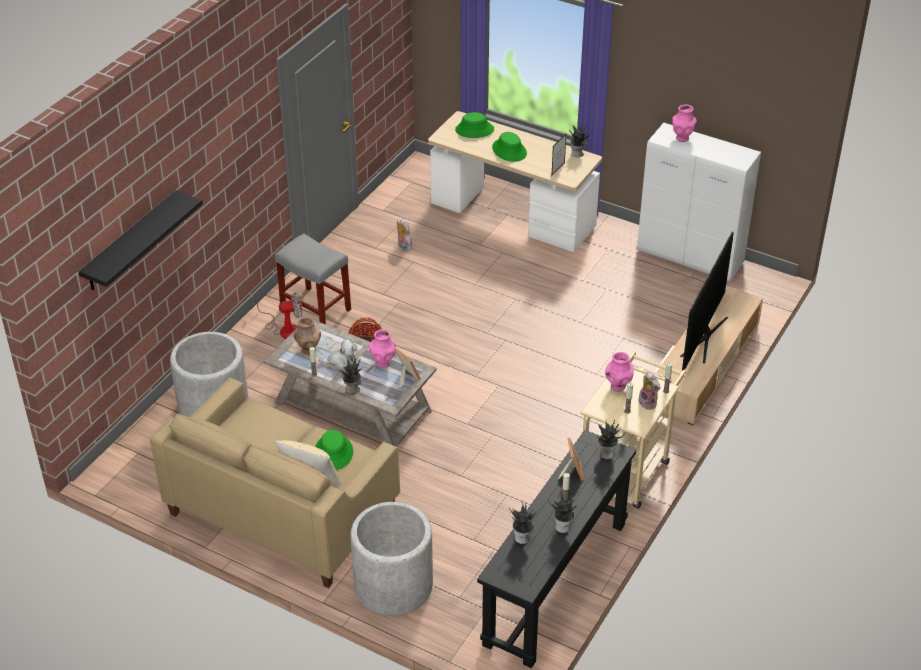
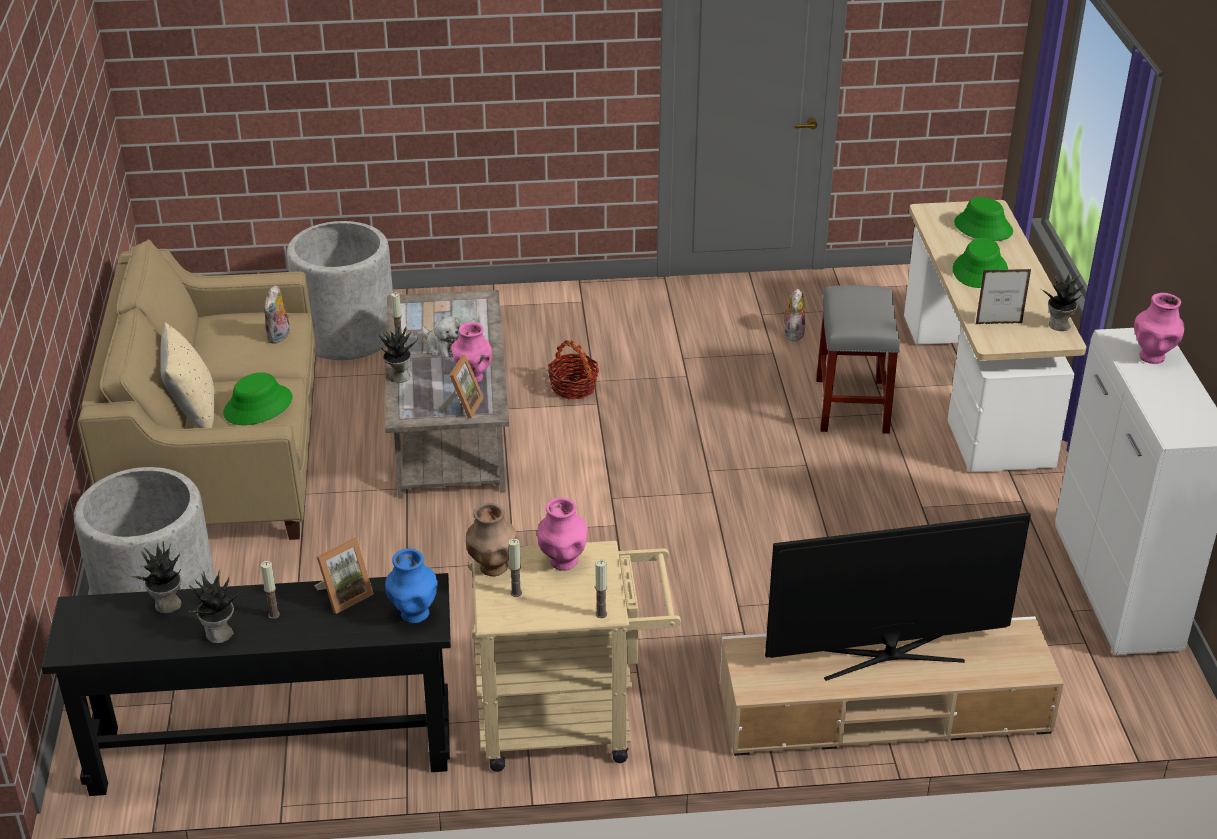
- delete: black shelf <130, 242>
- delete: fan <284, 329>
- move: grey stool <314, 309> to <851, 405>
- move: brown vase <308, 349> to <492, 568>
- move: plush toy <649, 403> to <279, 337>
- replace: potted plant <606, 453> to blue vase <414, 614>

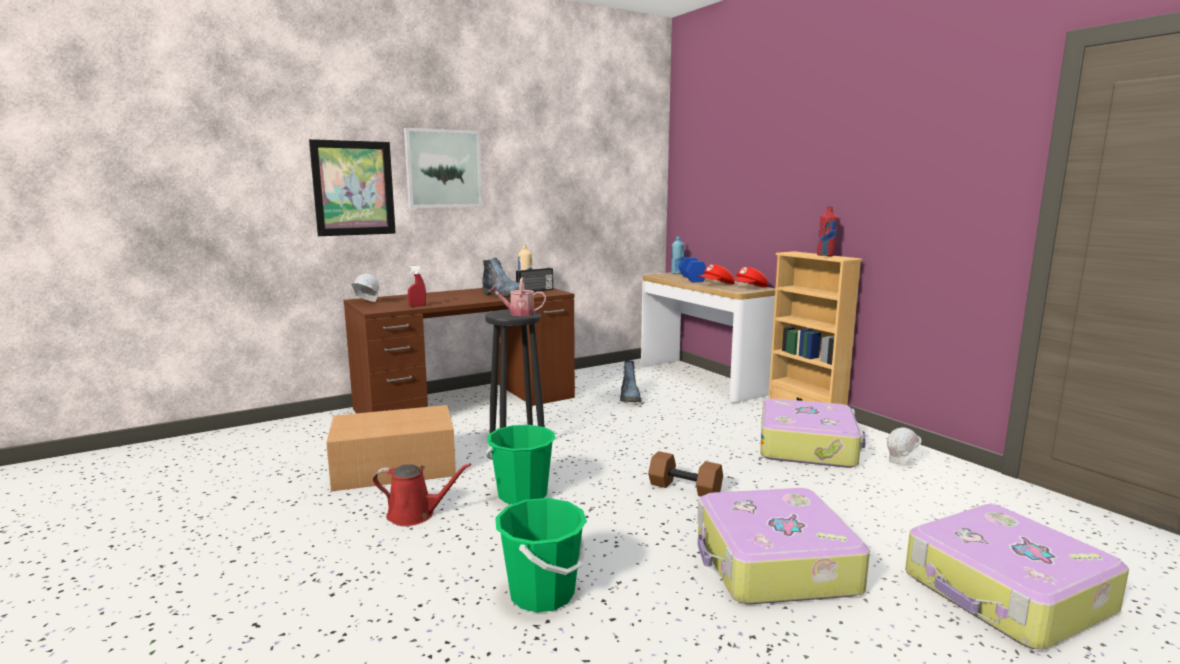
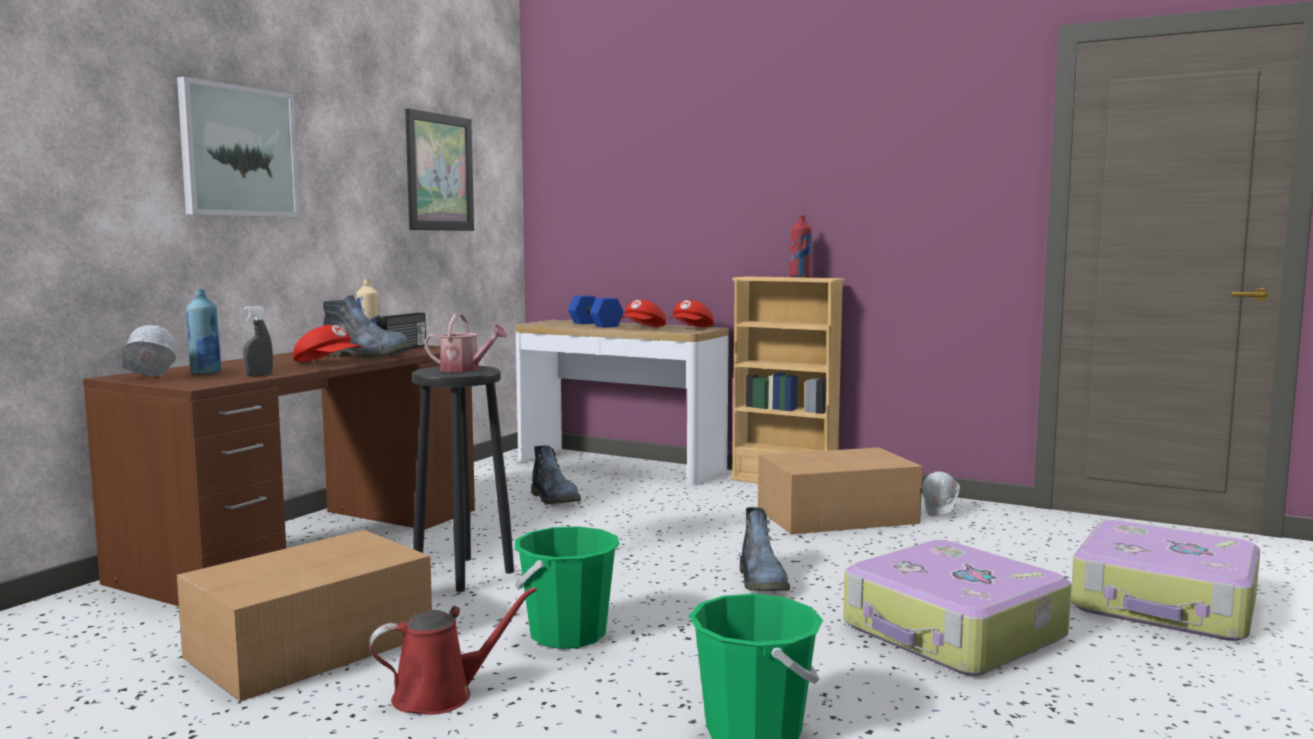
- insert: red cap <328, 363>
- move: picture <353, 188> to <440, 172>
- move: blue bottle <677, 273> to <205, 372>
- replace: brown dumbbell <686, 488> to boot <763, 582>
- replace: suitcase <808, 447> to cardboard box <834, 516>
- recolor: red spray bottle <417, 306> to grey spray bottle <259, 375>
- rotate: watering can <518, 313> = <465, 369> 135 degrees counterclockwise

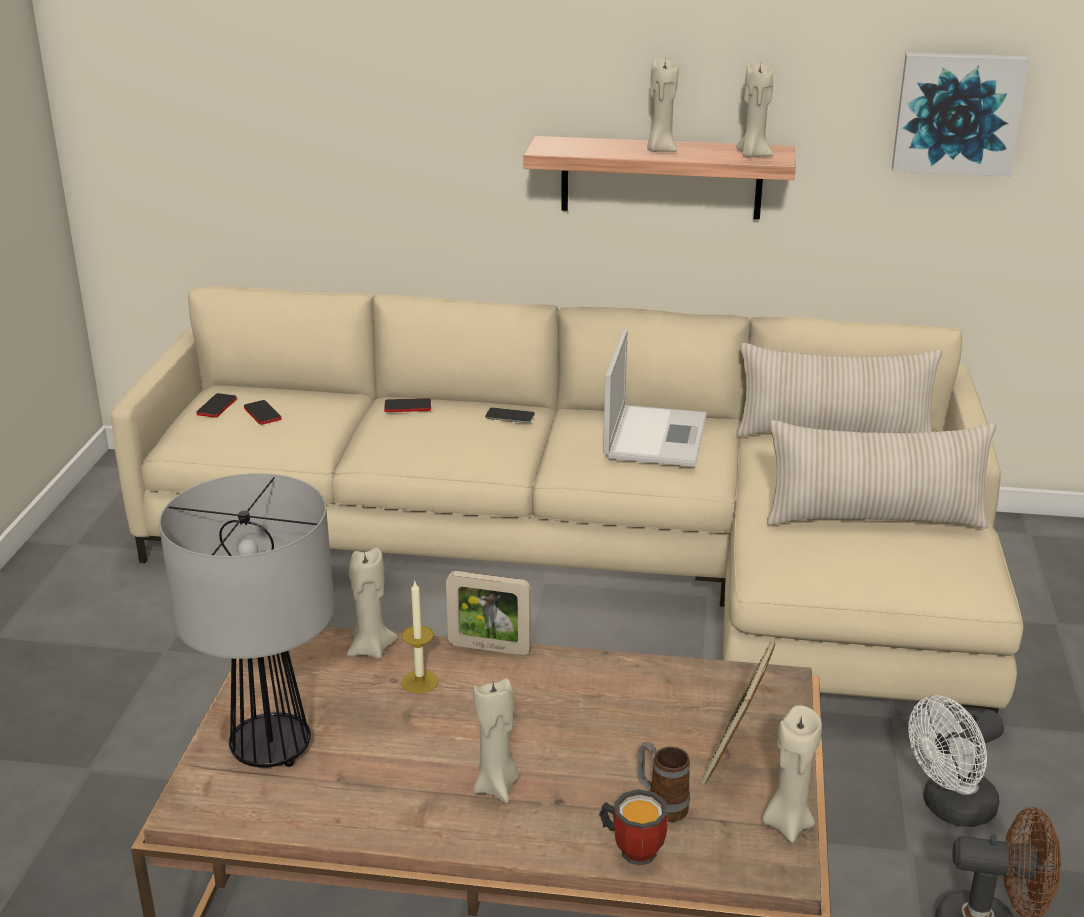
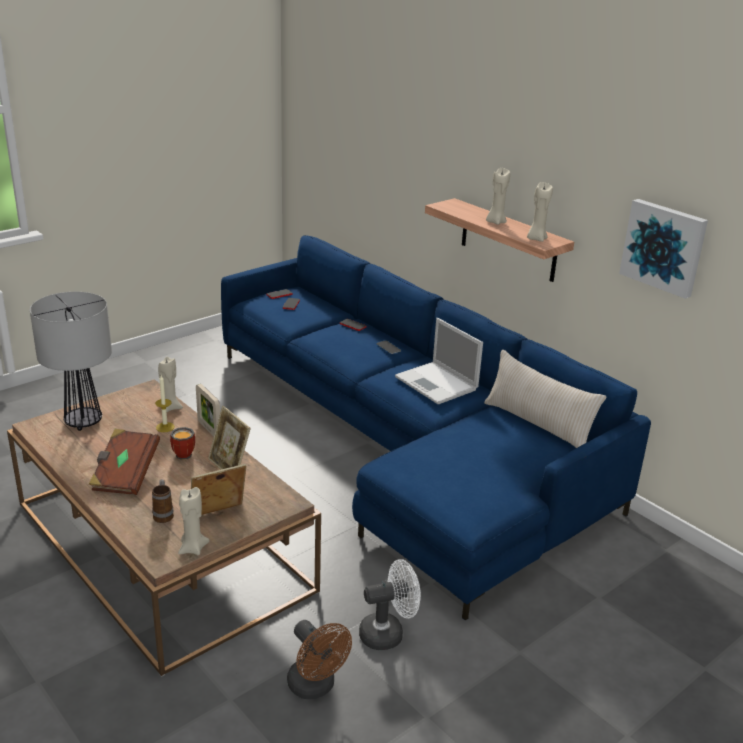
- delete: beige pillow <874, 518>
- insert: picture frame <229, 467>
- move: mug <633, 847> to <184, 453>
- replace: beige candle <497, 786> to brown book <125, 474>
- recolor: beige sofa <594, 560> to blue sofa <405, 444>
- rotate: laptop <655, 435> = <437, 384> 90 degrees clockwise
- rotate: white fan <950, 808> = <388, 633> 150 degrees clockwise

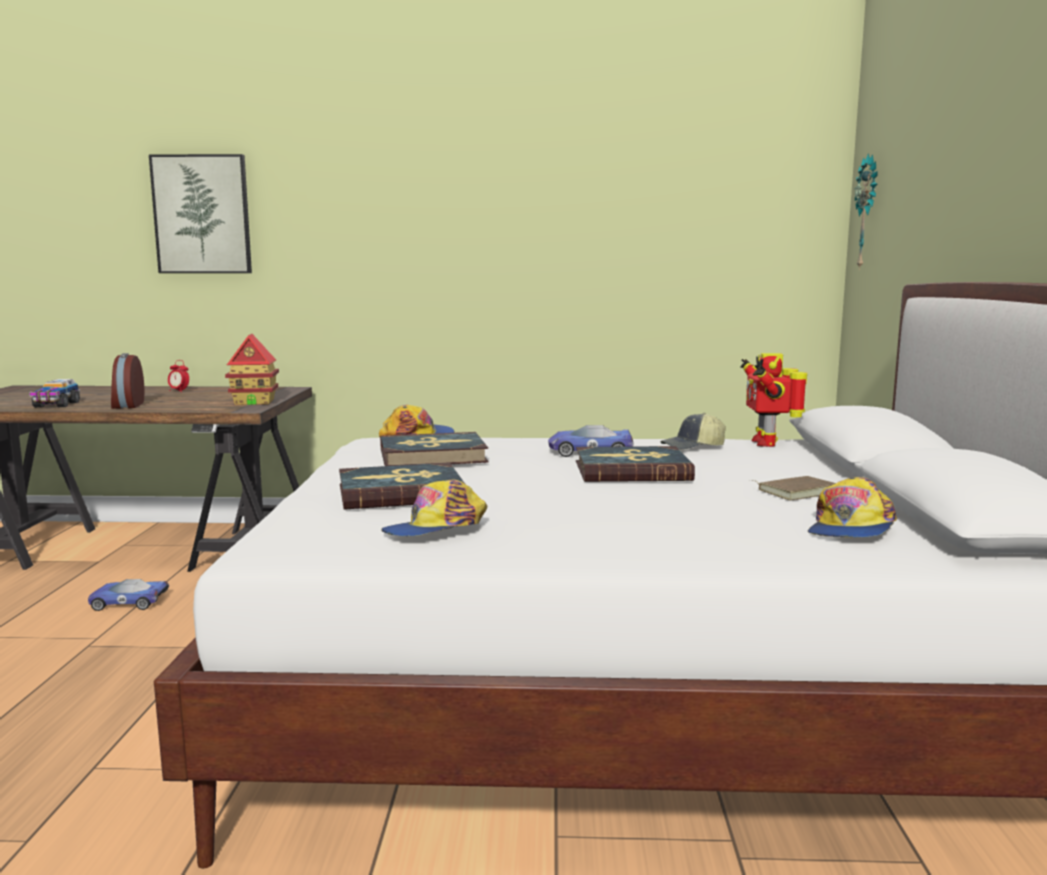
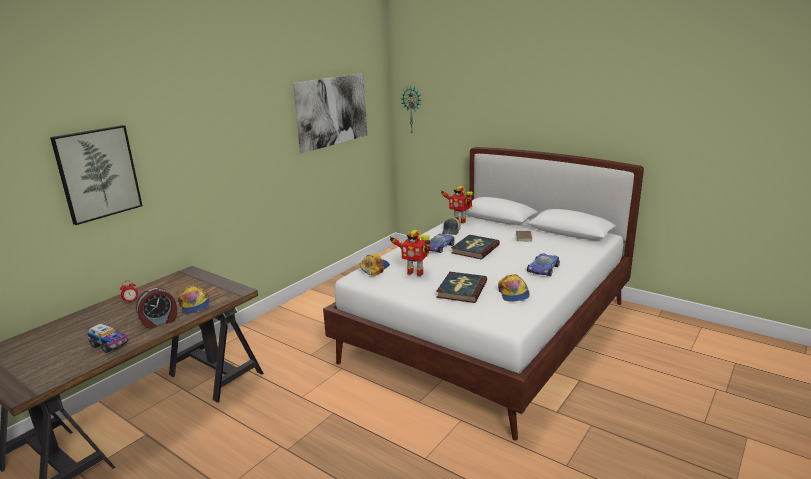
- delete: toy house <254, 402>
- insert: picture <332, 111>
- move: toy car <128, 602> to <543, 269>
- move: cap <850, 528> to <194, 305>
- replace: book <432, 455> to toy robot <415, 272>
- rotate: alarm clock <127, 405> = <160, 322> 60 degrees counterclockwise

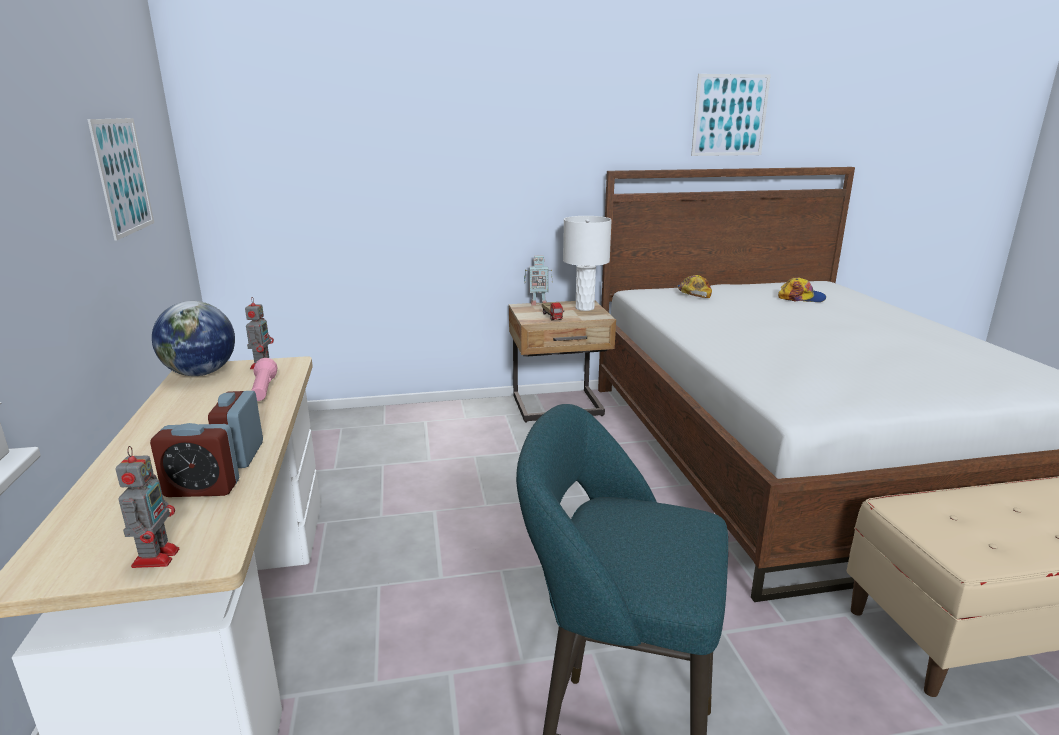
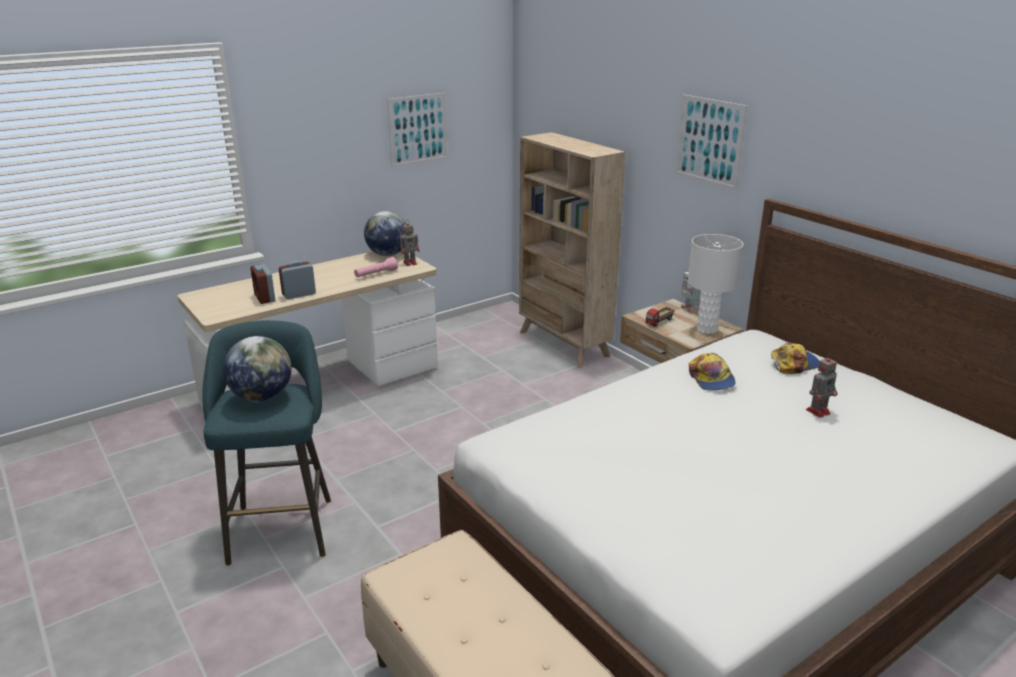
- insert: globe <262, 397>
- insert: beige bookcase <563, 344>
- move: toy robot <157, 556> to <818, 411>
- move: picture <730, 115> to <709, 141>
- move: cap <801, 298> to <711, 379>

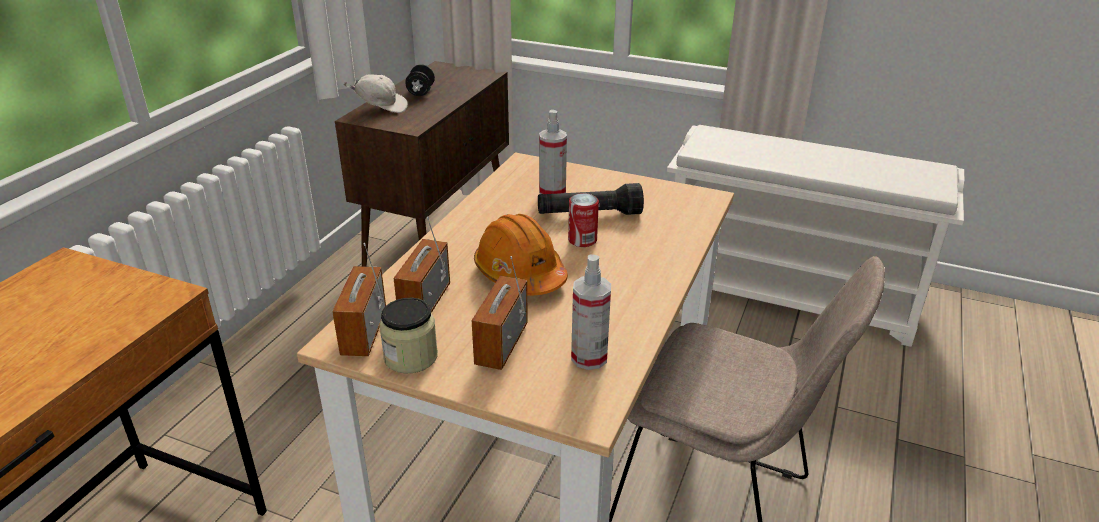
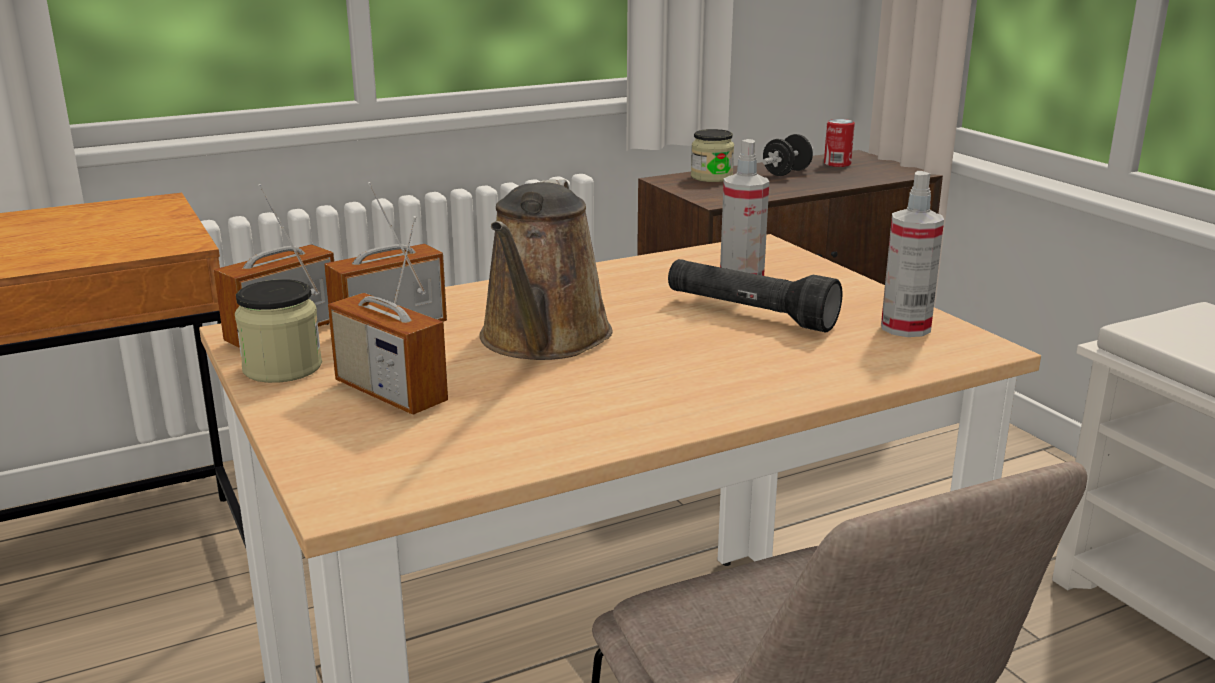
- move: can <582, 240> to <837, 164>
- move: spray bottle <589, 357> to <905, 328>
- replace: white cap <381, 107> to jar <711, 177>
- replace: orange hard hat <520, 274> to brown watering can <543, 340>
- rotate: radio <501, 344> = <390, 393> 105 degrees counterclockwise

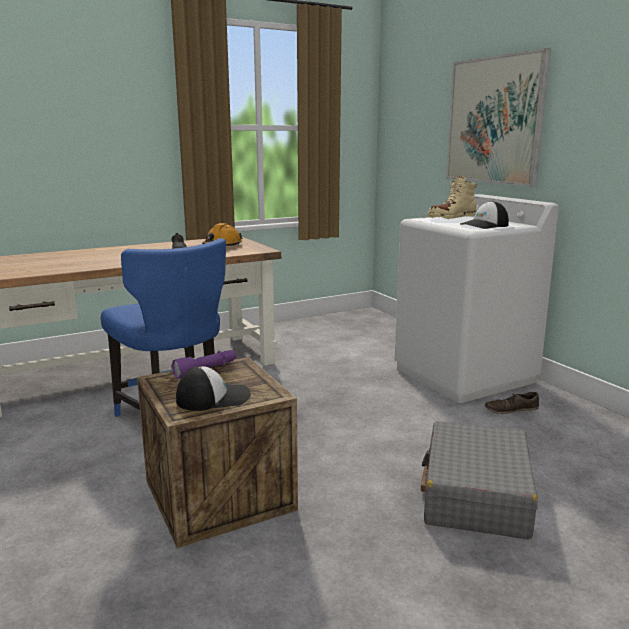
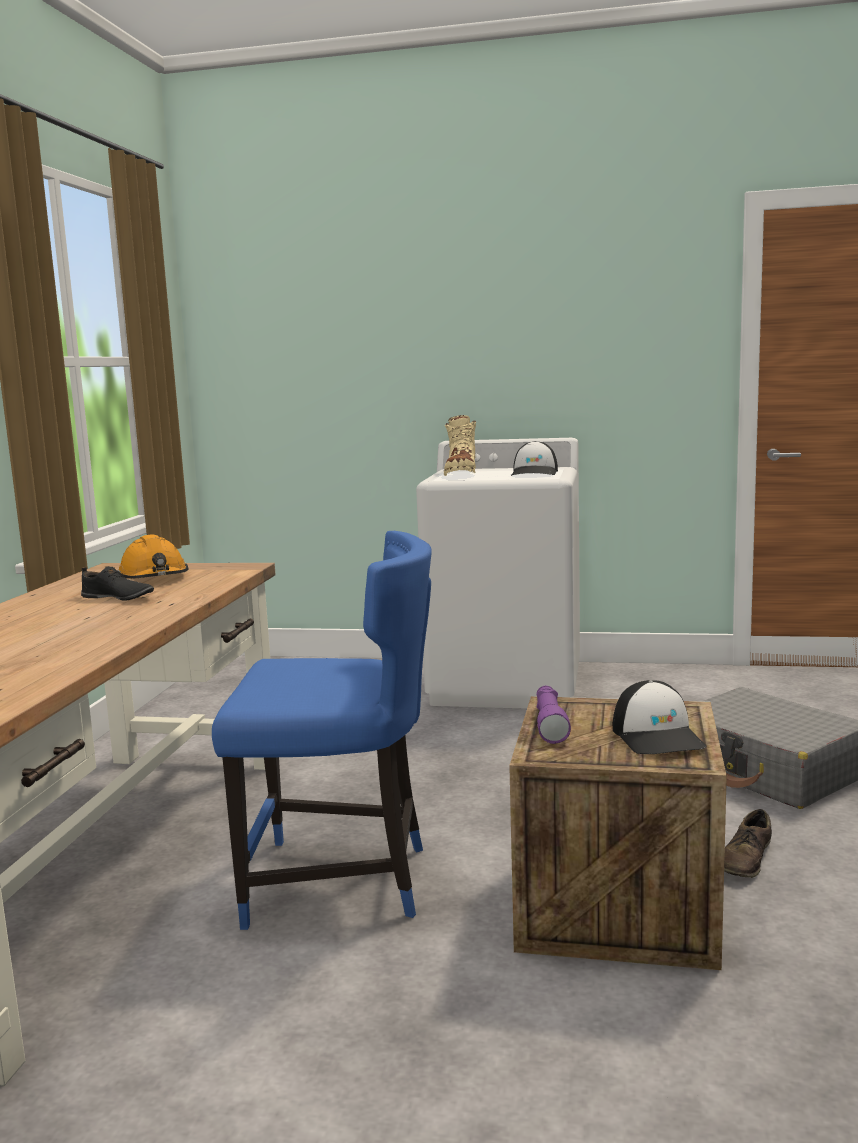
- delete: picture <494, 121>
- move: brown shoe <511, 409> to <746, 859>
- rotate: cap <213, 398> = <658, 736> 150 degrees clockwise

